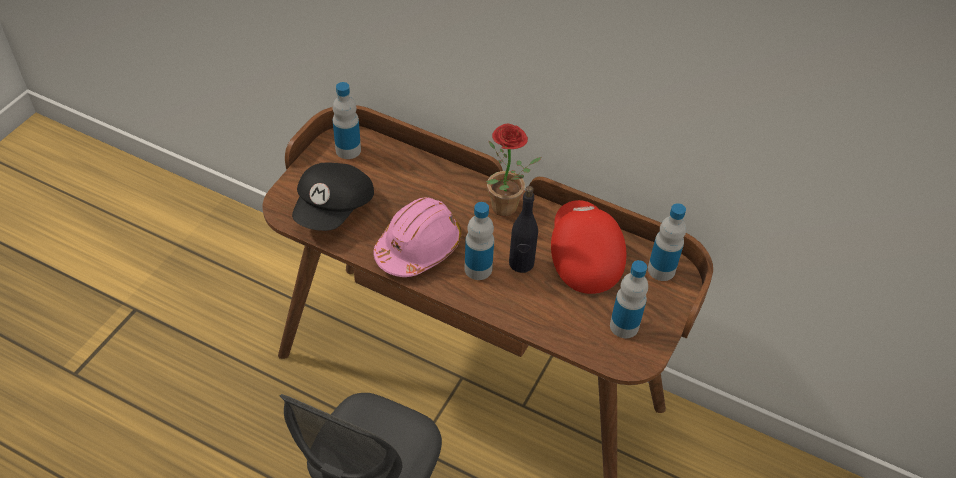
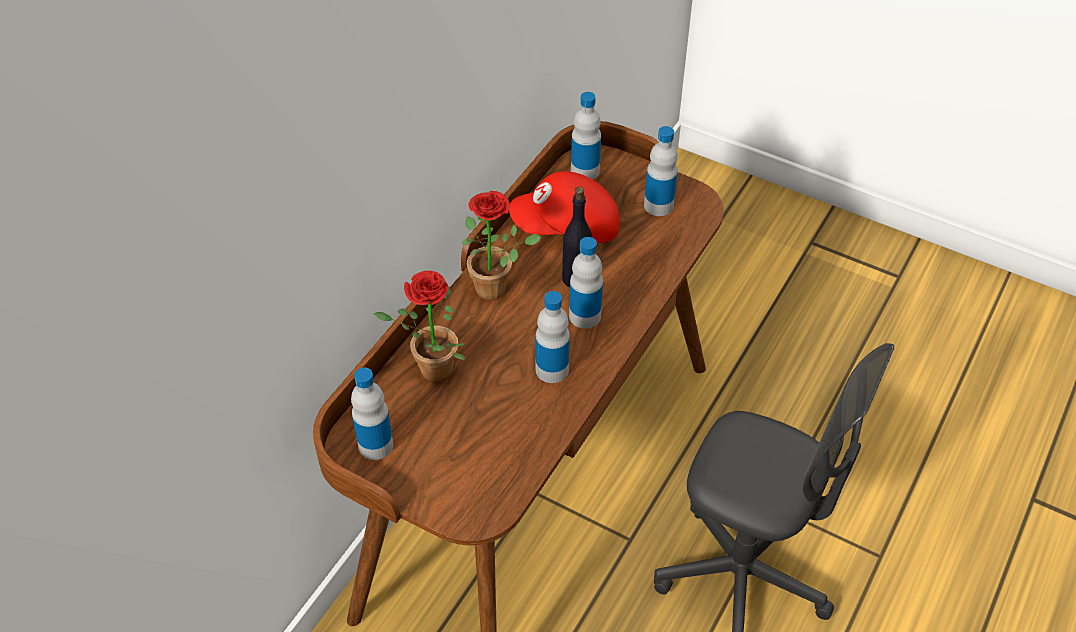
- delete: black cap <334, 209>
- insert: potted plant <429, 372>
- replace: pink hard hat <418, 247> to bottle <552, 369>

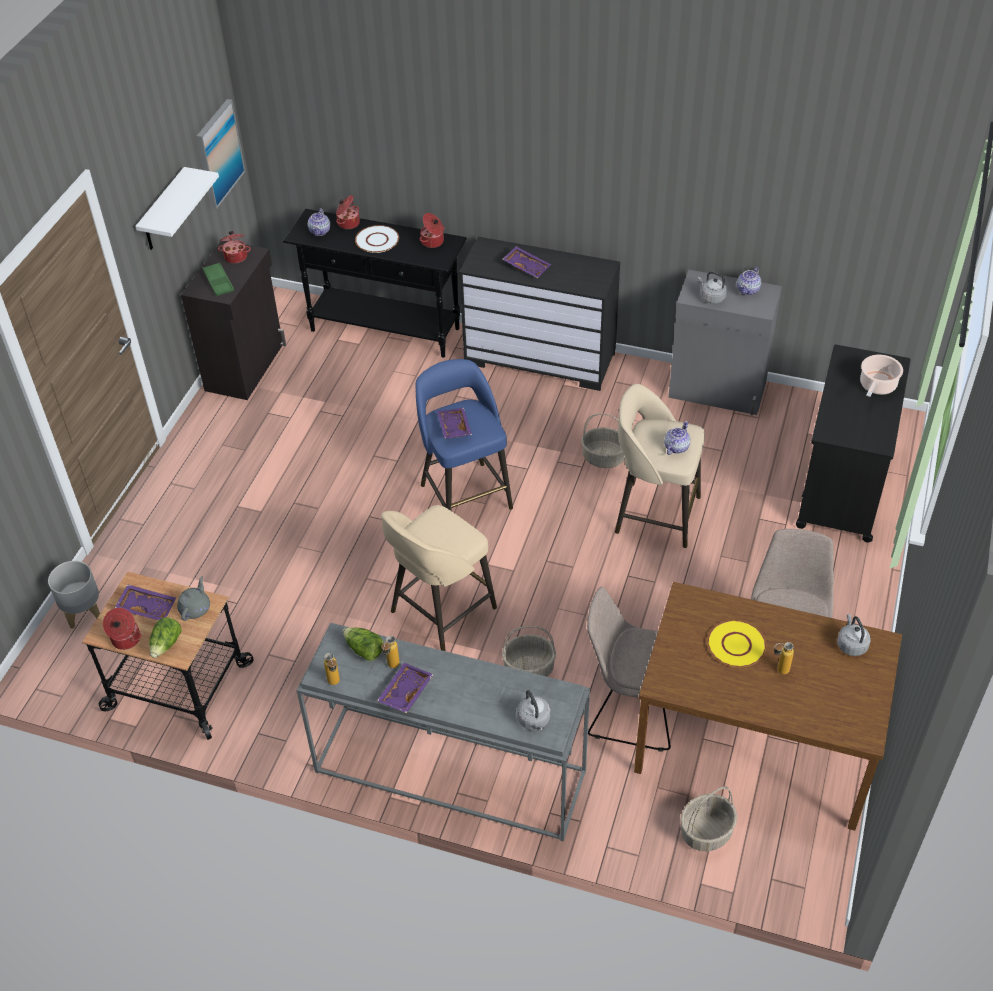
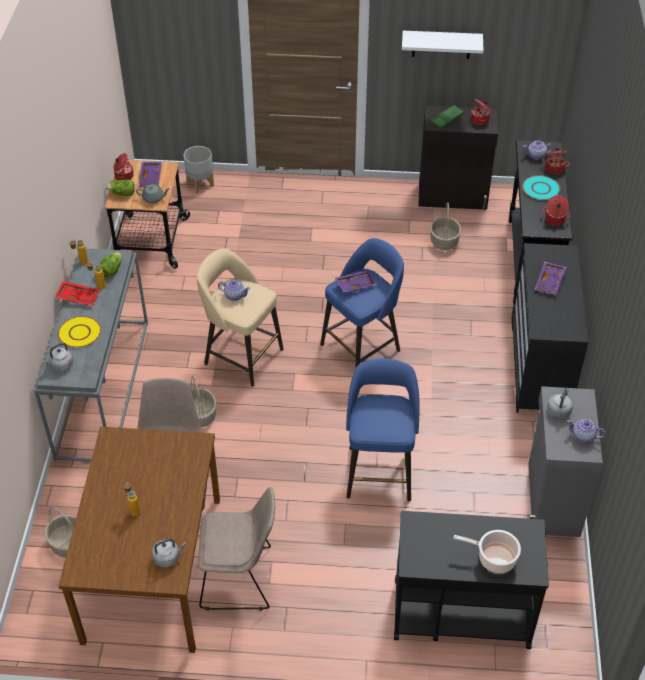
- delete: picture <219, 153>
- move: basket <603, 458> to <444, 241>
- move: teapot <676, 447> to <234, 295>
- move: yellow plate <736, 645> to <79, 333>
- recolor: white plate <377, 240> to turquoise plate <541, 189>
- recolor: purple tray <404, 692> to red tray <78, 297>
- recolor: beige stool <654, 514> to blue stool <379, 471>

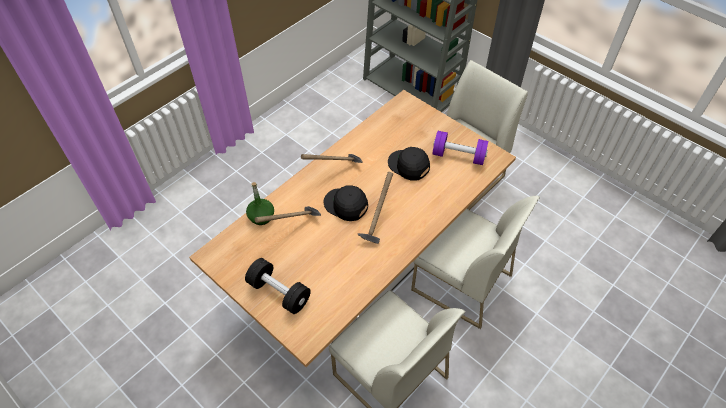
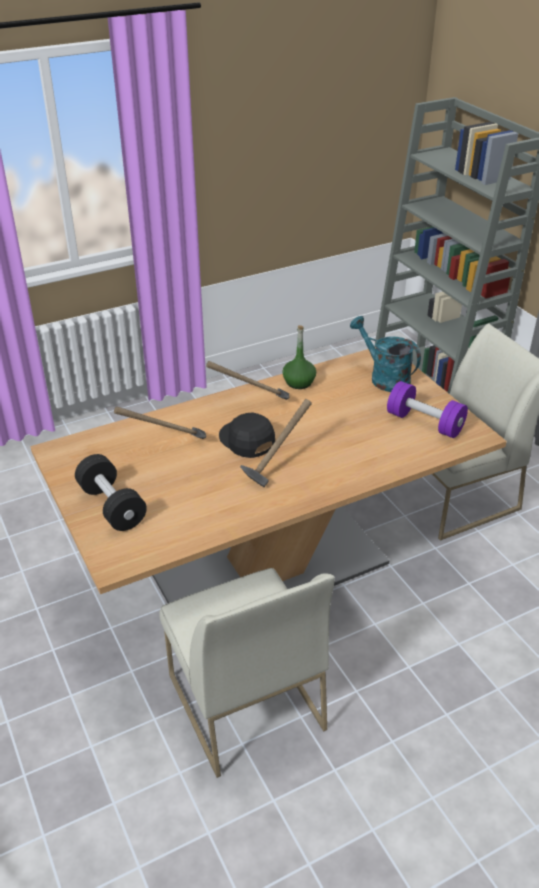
- delete: black cap <409, 165>
- delete: white chair <460, 282>
- insert: turquoise watering can <384, 377>
- move: green bottle <261, 216> to <299, 382>

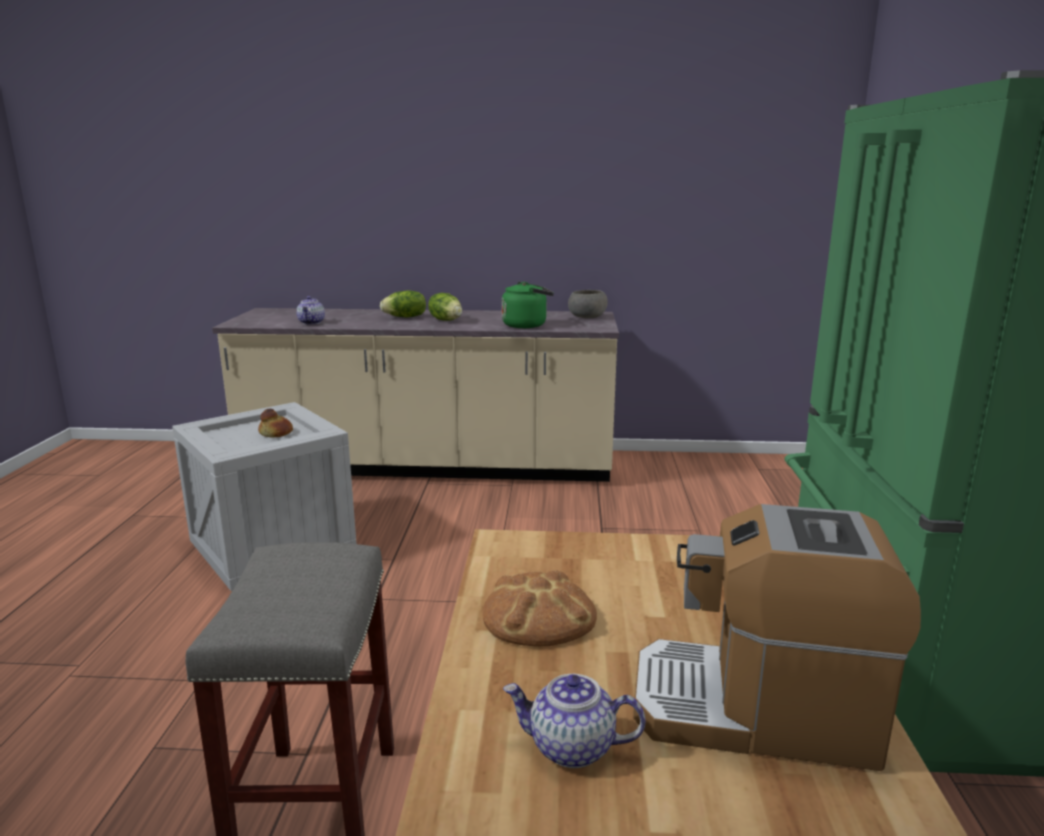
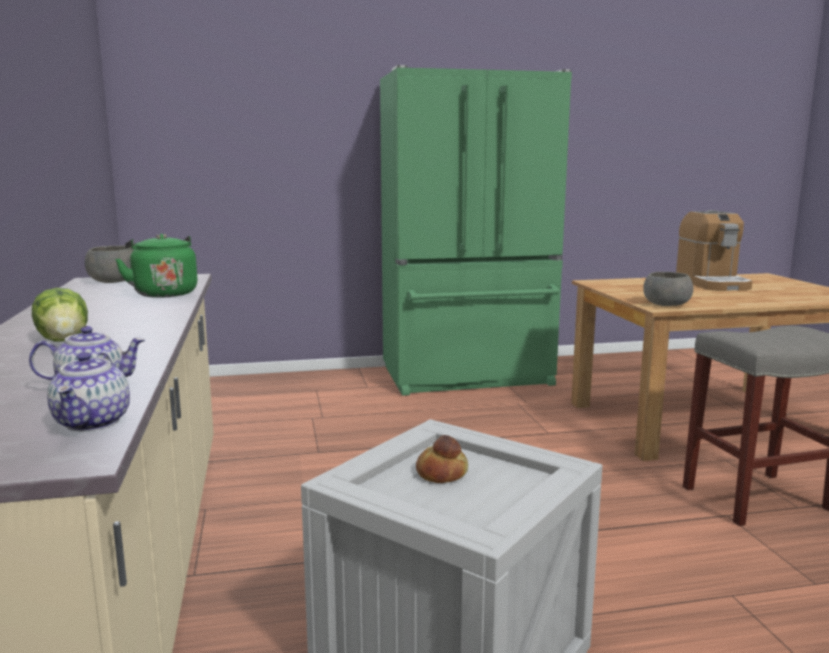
- delete: lettuce <446, 320>
- delete: bread <538, 615>
- insert: grey bowl <666, 304>
- move: teapot <571, 747> to <93, 422>

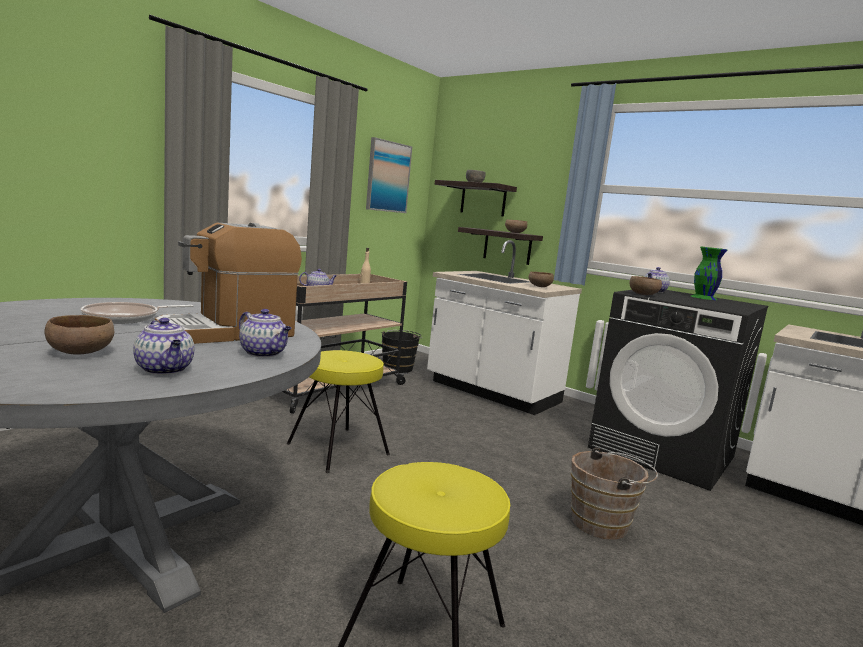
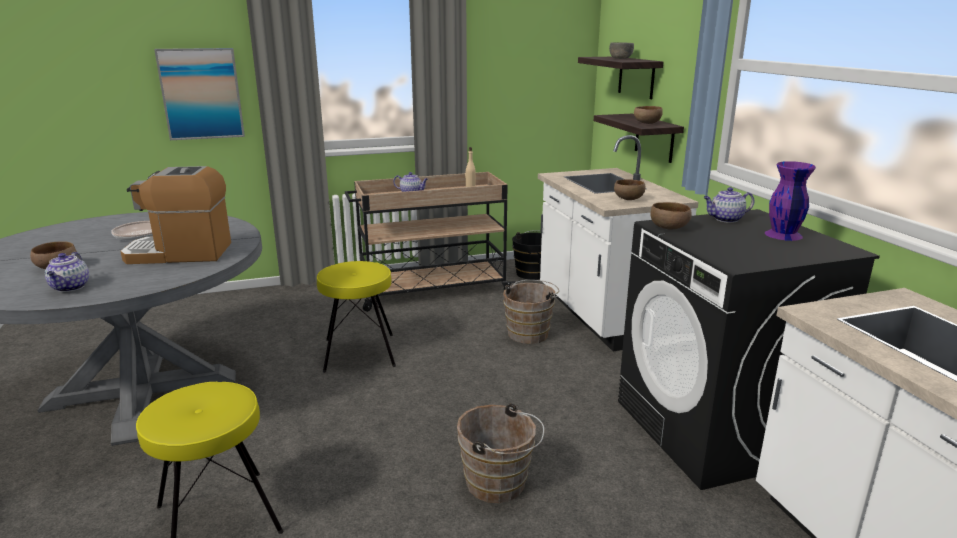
- delete: teapot <264, 353>
- insert: brown bucket <530, 333>
- move: picture <388, 177> to <201, 94>
- recolor: green vase <703, 297> to purple vase <782, 235>

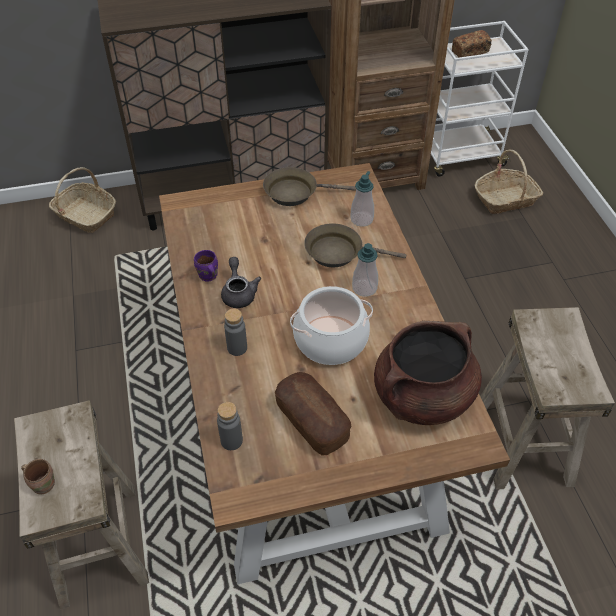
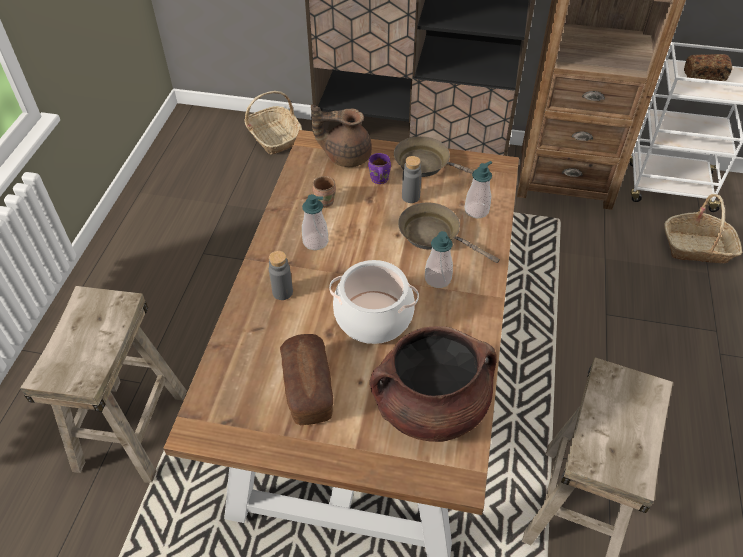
- insert: brown teapot <345, 156>
- move: brown mug <43, 483> to <324, 201>
- move: purple mug <207, 277> to <378, 180>
- move: grey bottle <231, 440> to <410, 197>
- replace: grey teapot <239, 293> to soap dispenser <315, 242>

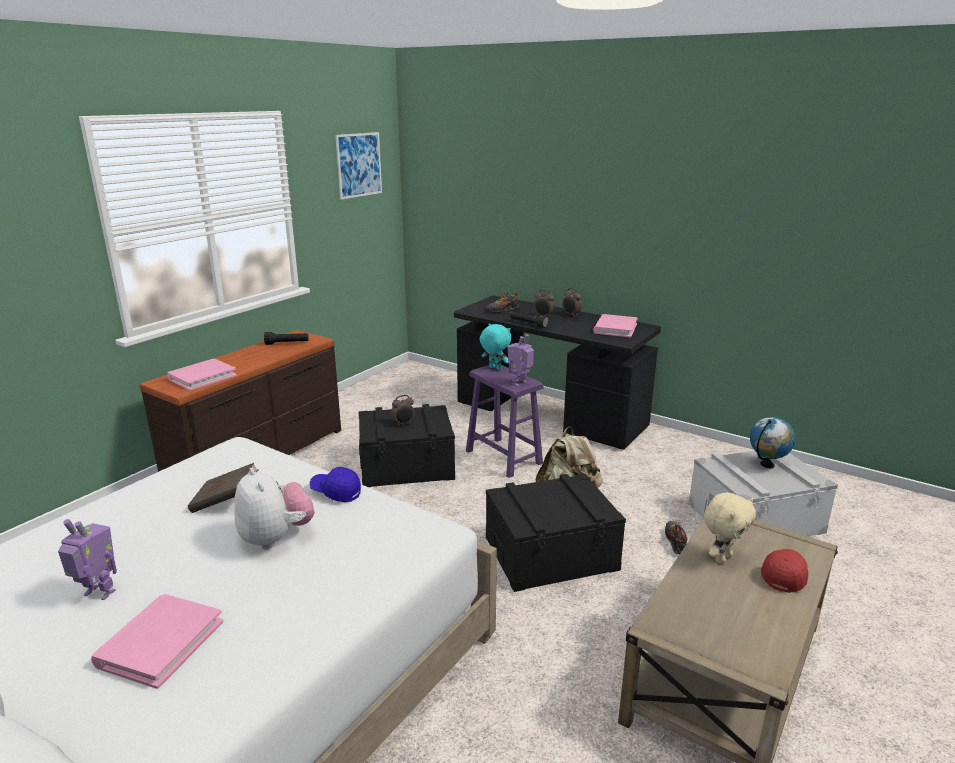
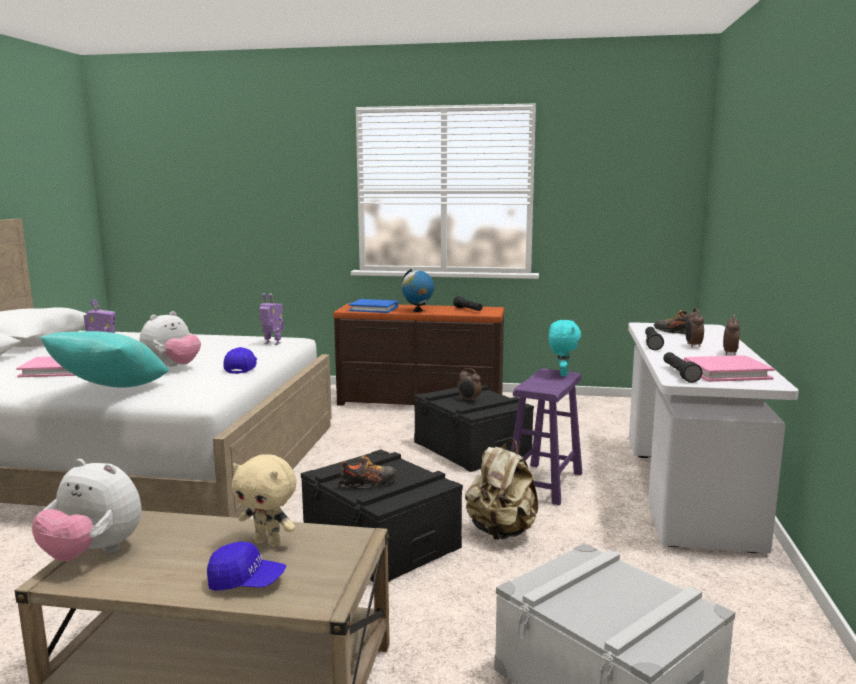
- delete: brown book <225, 501>
- delete: picture <359, 165>
- insert: plush toy <93, 553>
- insert: turquoise pillow <110, 391>
- insert: black flashlight <679, 374>
- move: toy robot <520, 383> to <272, 343>
- move: shoe <676, 542> to <368, 484>
- move: globe <767, 465> to <417, 311>
- recolor: pink book <202, 377> to blue book <374, 309>
- recolor: black desk <549, 414> to white desk <687, 487>
- recolor: red cap <784, 575> to blue cap <246, 582>

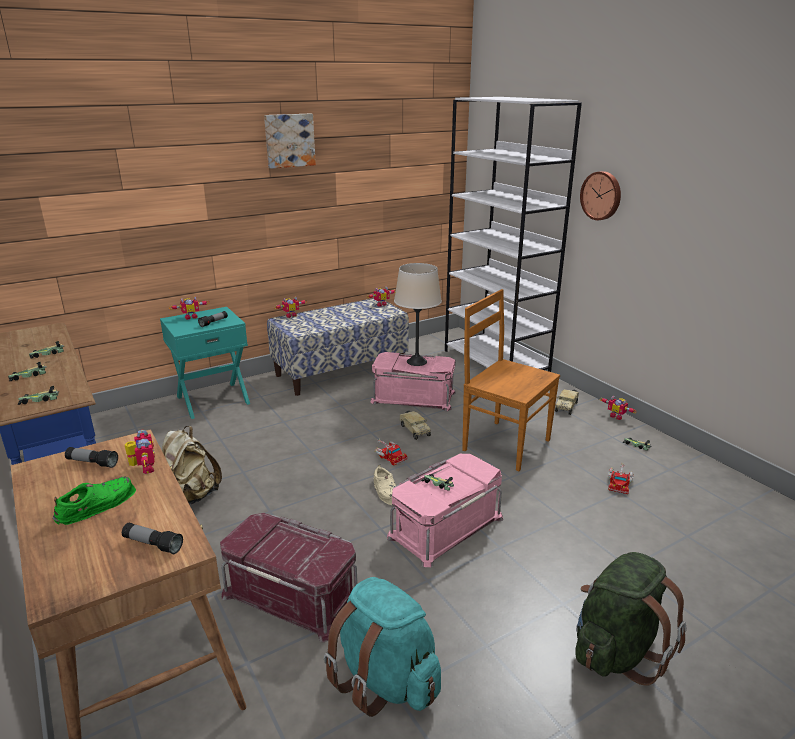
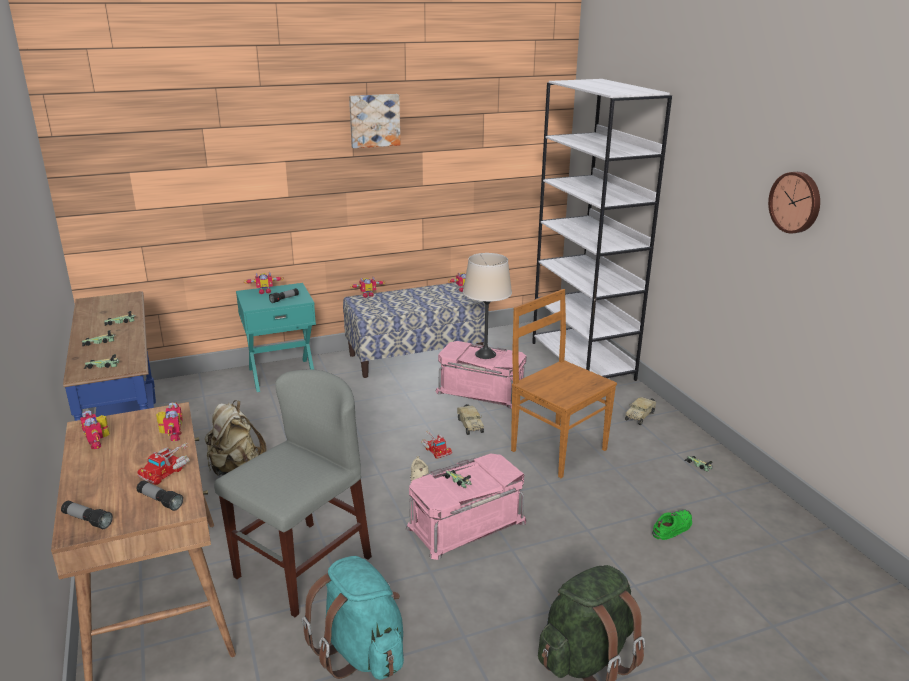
- move: green shoe <97, 505> to <672, 527>
- move: flashlight <92, 463> to <87, 520>
- move: wall clock <601, 195> to <796, 202>
- move: toy robot <617, 416> to <99, 443>
- move: toy truck <619, 483> to <167, 469>
- replace: red storage box <293, 594> to grey chair <303, 567>

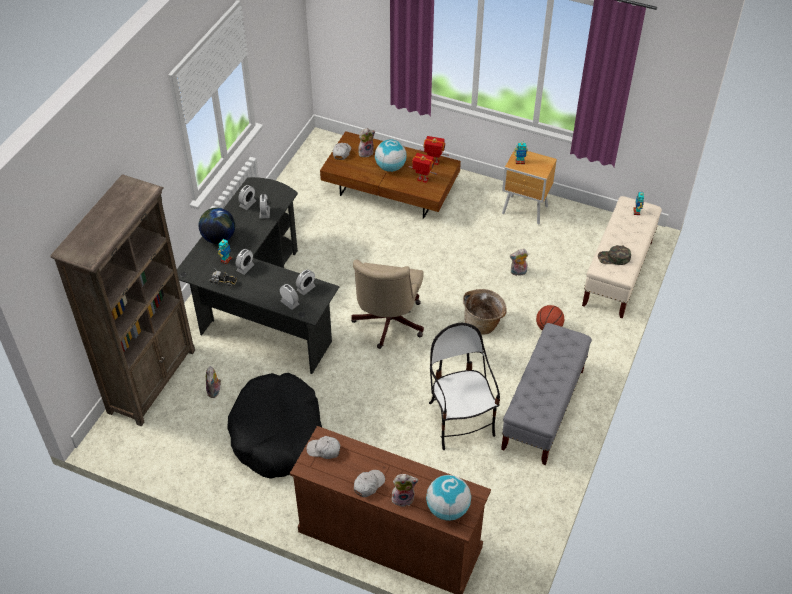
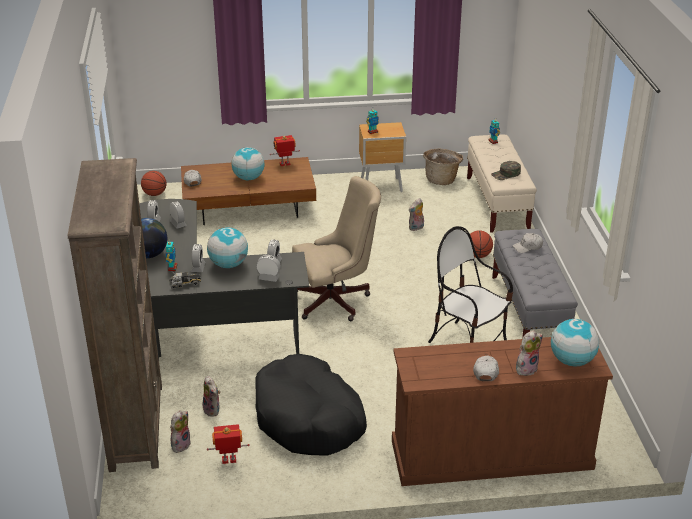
- insert: basketball <154, 194>
- insert: globe <228, 264>
- move: white cap <324, 450> to <528, 247>
- move: plush toy <366, 152> to <180, 444>
- move: toy robot <422, 180> to <229, 460>
- move: basket <483, 323> to <442, 179>
- rotate: beige office chair <387, 325> = <336, 300> 90 degrees counterclockwise

